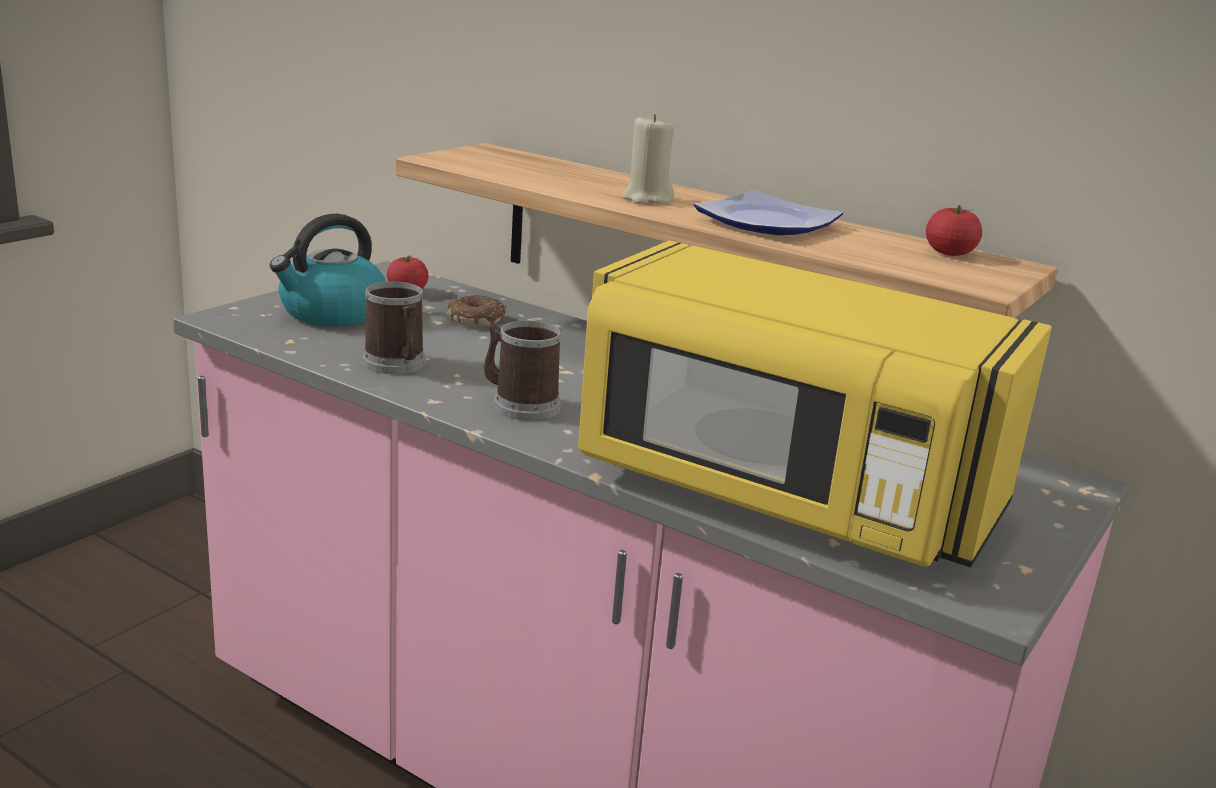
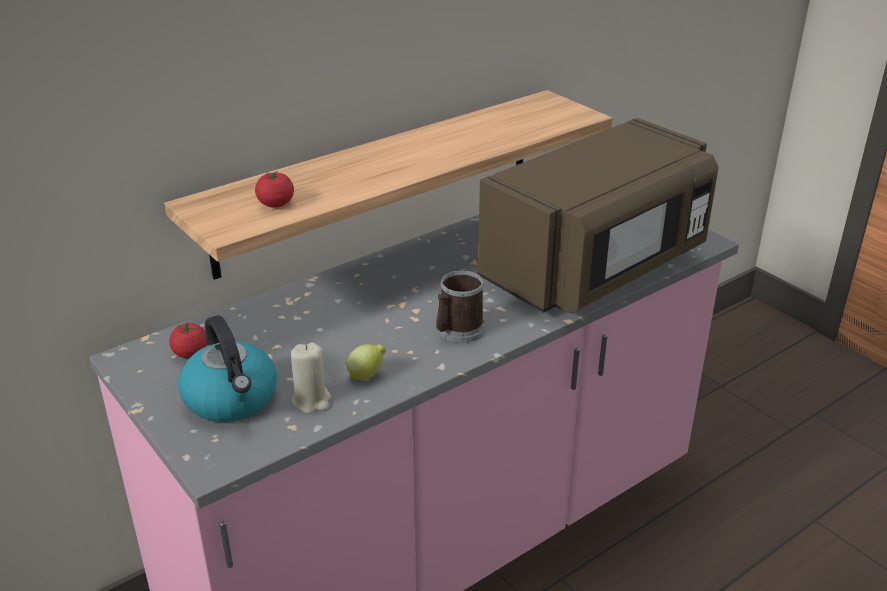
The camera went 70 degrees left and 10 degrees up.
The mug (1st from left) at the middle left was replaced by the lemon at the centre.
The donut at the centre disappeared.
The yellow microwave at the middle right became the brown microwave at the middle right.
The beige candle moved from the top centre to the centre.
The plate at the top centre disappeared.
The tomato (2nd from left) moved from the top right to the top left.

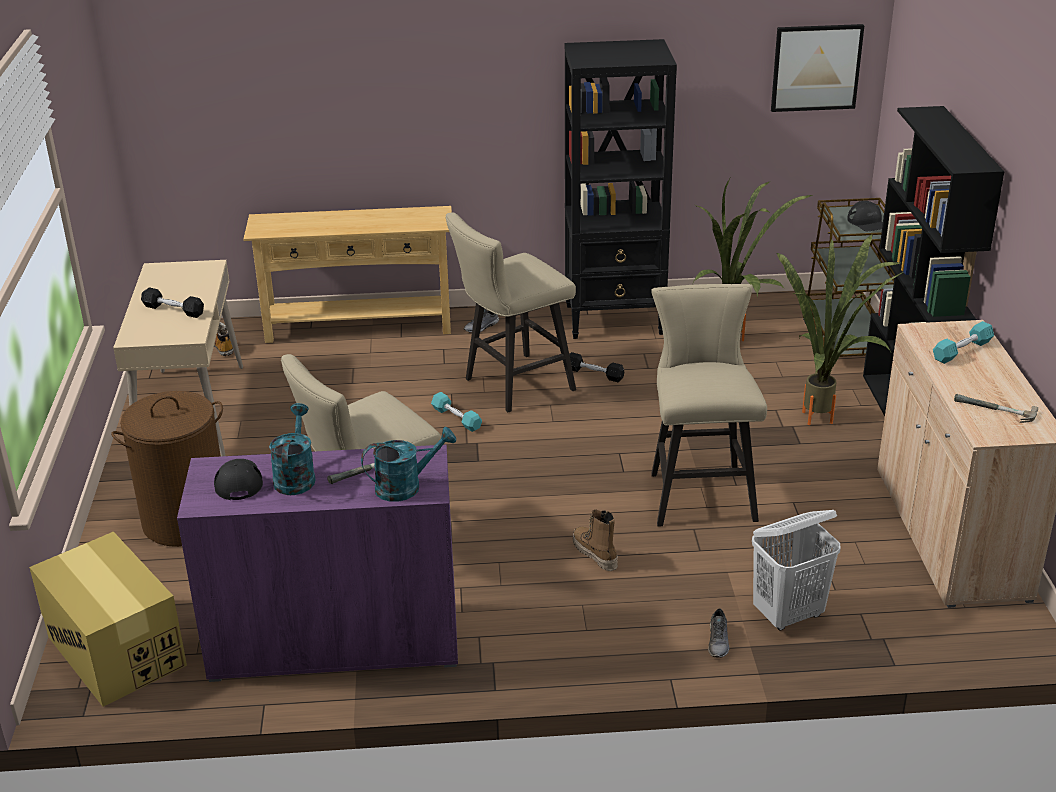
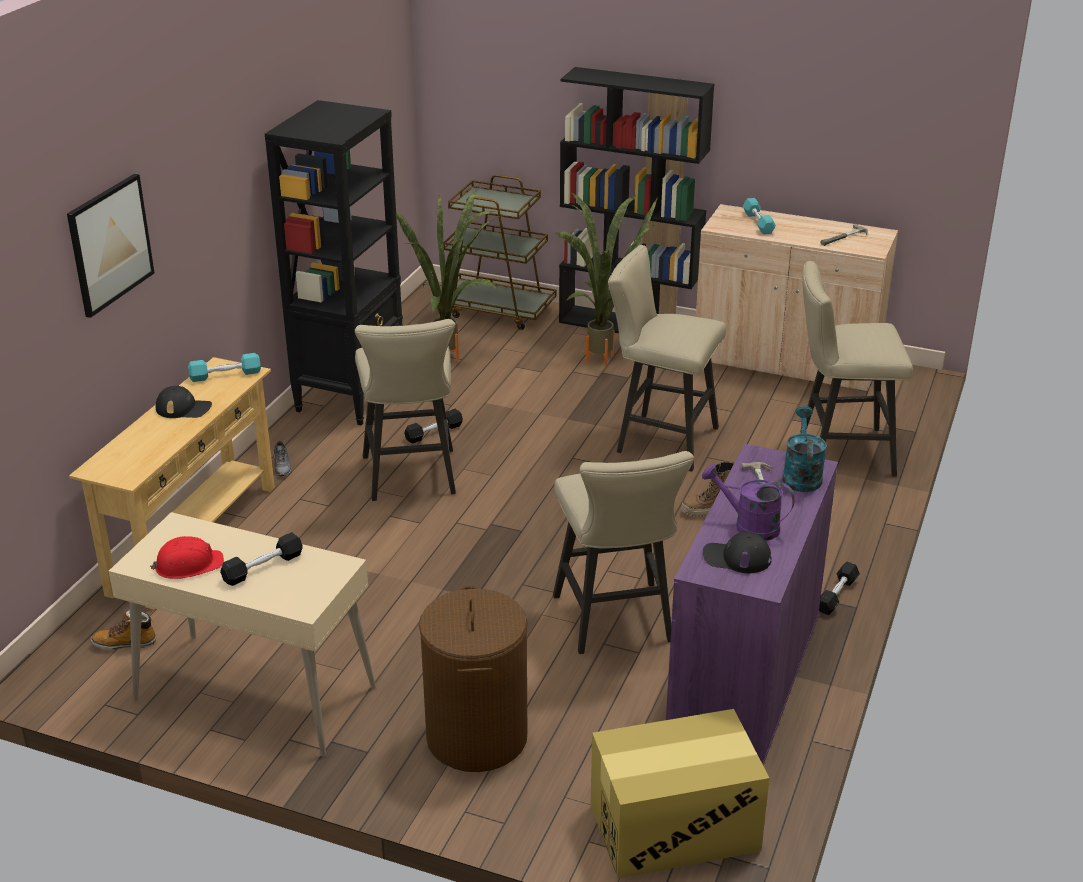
The camera went 65 degrees left and 0 degrees up.
The turquoise watering can (1st from left) at the middle left became the purple watering can at the middle right.
The turquoise dumbbell (1st from left) moved from the centre to the middle left.
The grey shoe (2nd from left) at the bottom right disappeared.
The white laundry basket at the bottom right was replaced by the beige stool (4th from left) at the middle right.
The picture moved from the top right to the top left.
The black cap (2nd from left in the first image) moved from the top right to the middle left.
The red hard hat at the middle left appeared.
The black dumbbell (3rd from left) at the bottom right appeared.

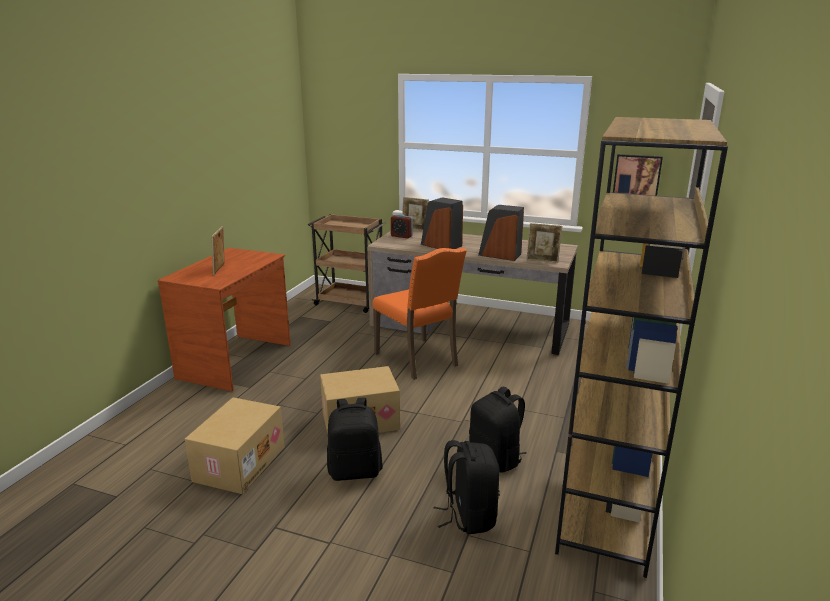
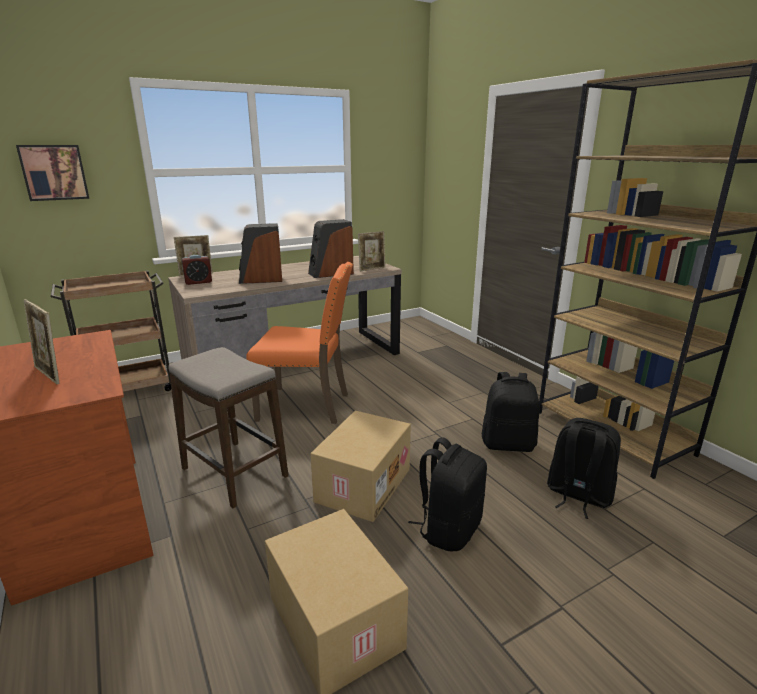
The camera went 50 degrees left and 0 degrees up.
The picture moved from the top right to the top left.
The stool at the middle left appeared.

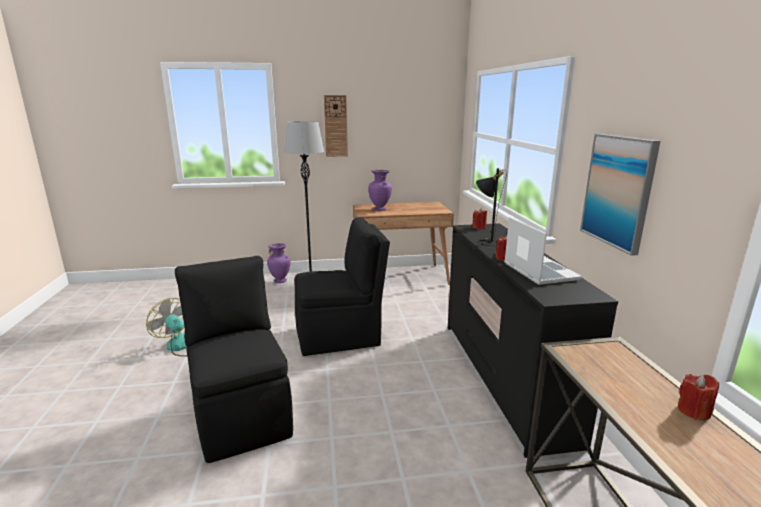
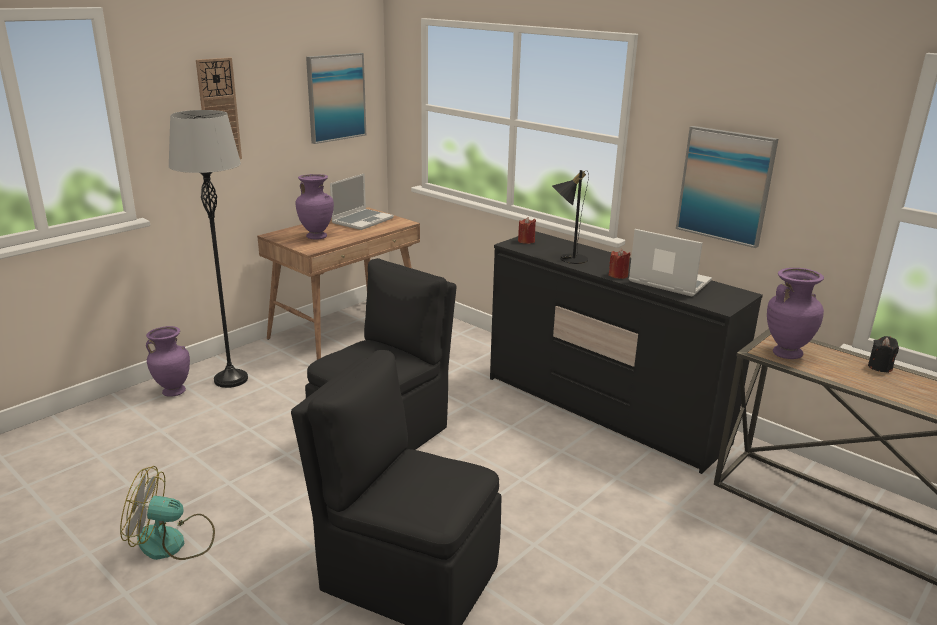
The camera went 40 degrees left and 5 degrees up.
The red candle (3rd from left) at the bottom right became the black candle at the middle right.
The picture (1st from left) at the top centre appeared.
The laptop (1st from left) at the top centre appeared.
The purple vase (3rd from left) at the middle right appeared.

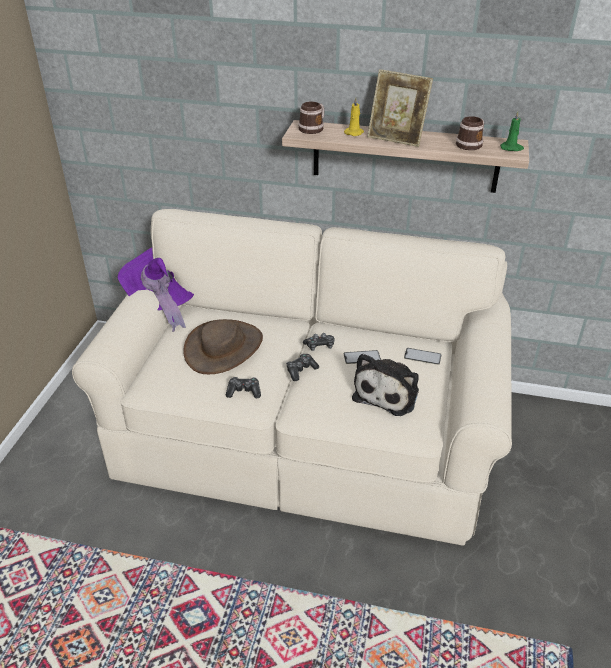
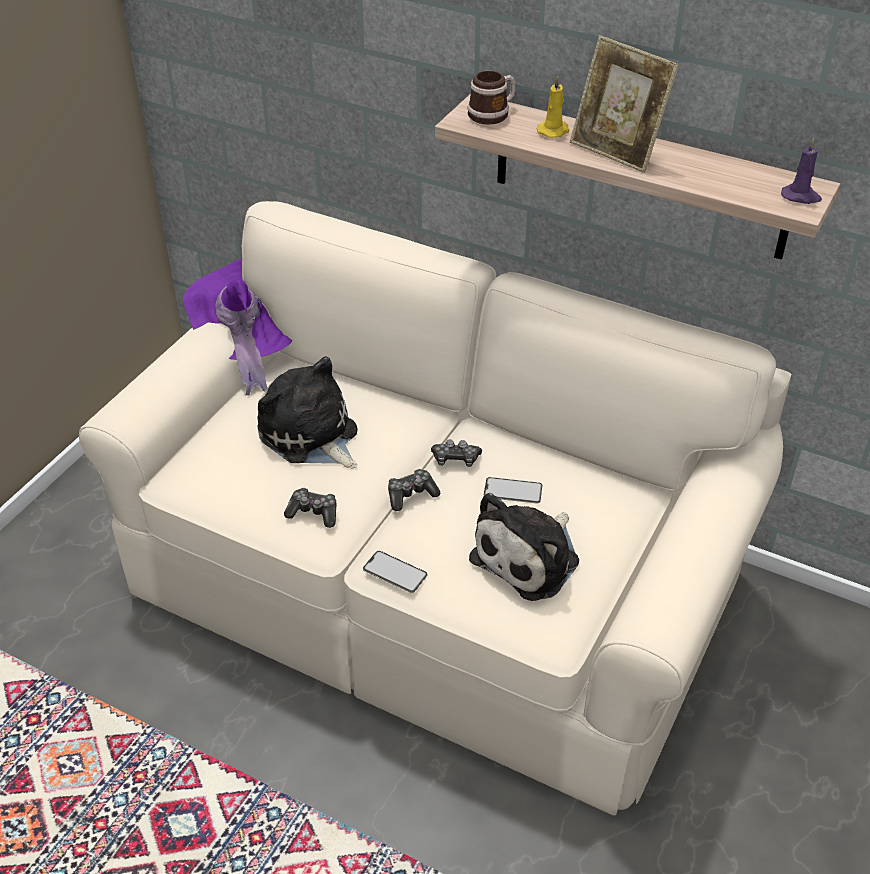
The camera went 15 degrees right and 5 degrees up.
The brown hat at the centre was replaced by the plush toy (1st from left) at the centre.
The phone (2nd from left in the first image) moved from the middle right to the centre.
The mug (2nd from left) at the top right disappeared.
The green candle at the top right became the purple candle at the top right.

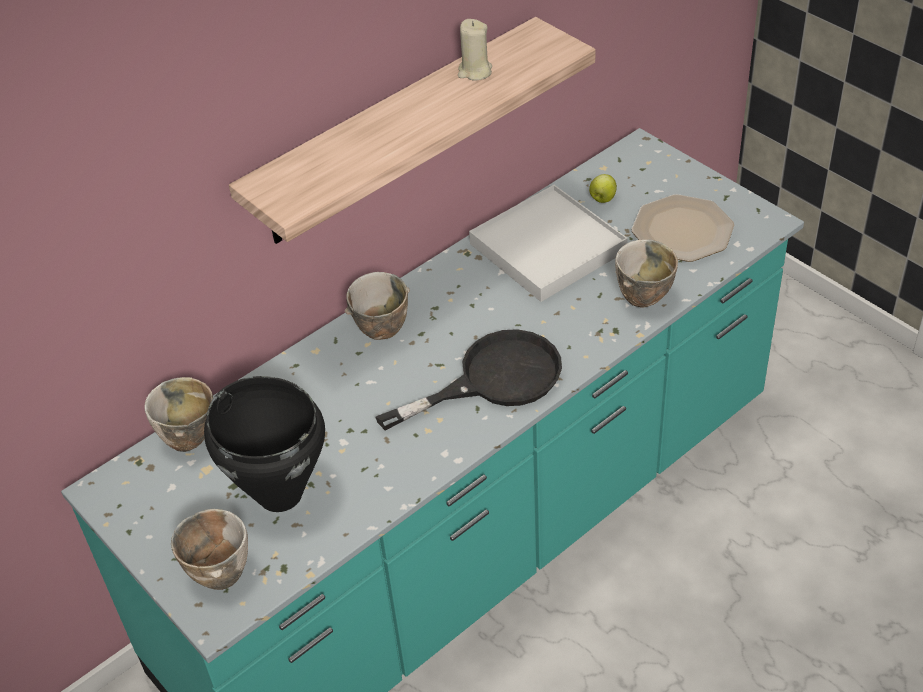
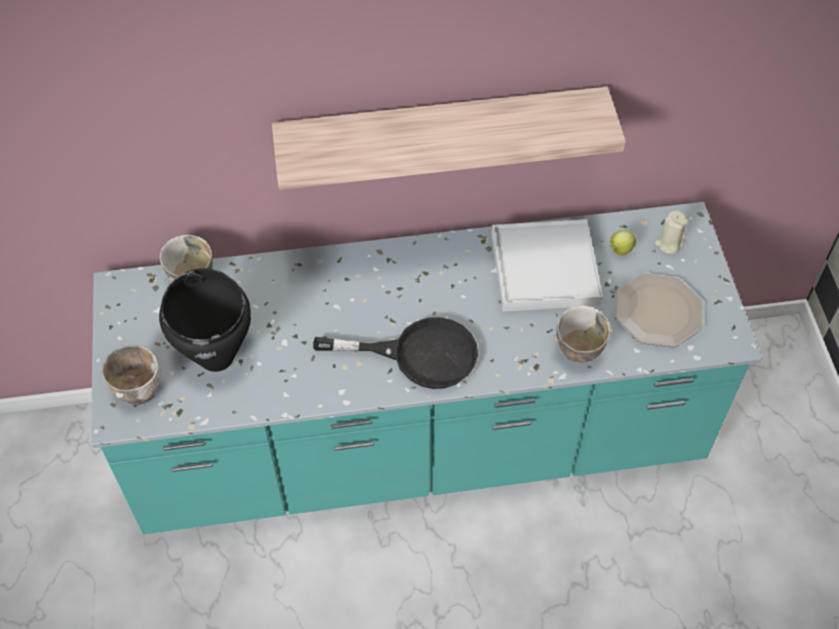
The camera went 30 degrees right and 10 degrees up.
The bowl (3rd from left) at the centre disappeared.
The beige candle moved from the top centre to the middle right.

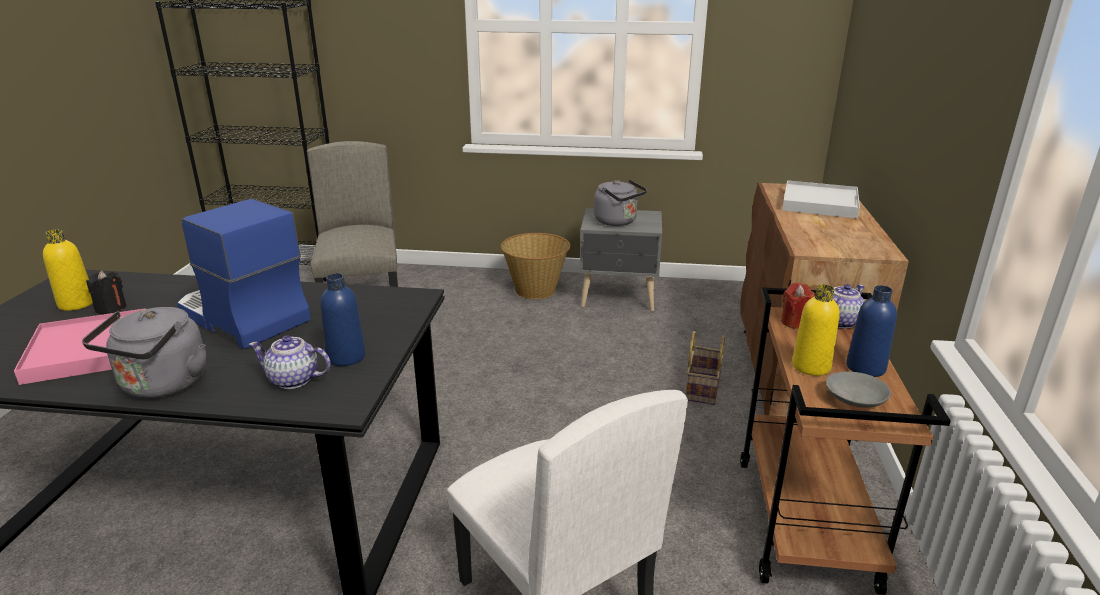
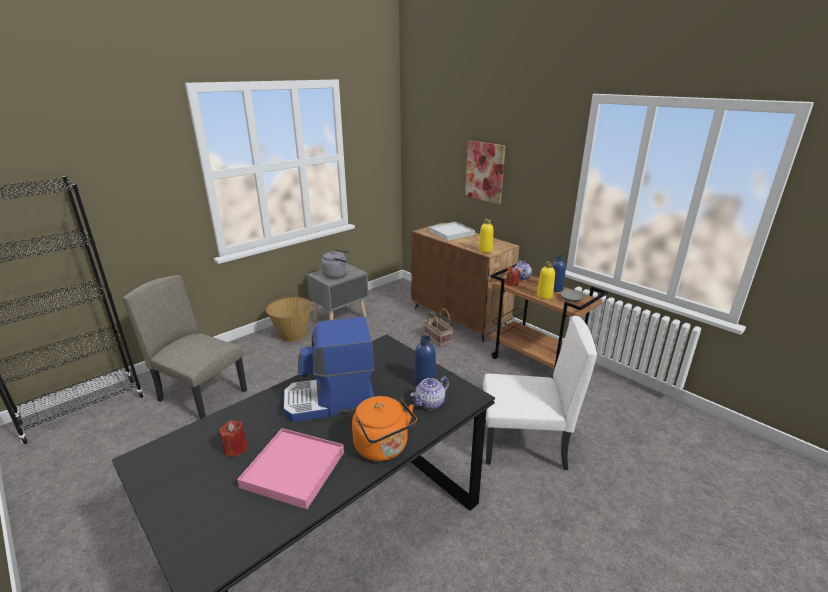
The camera went 50 degrees left and 0 degrees up.
The yellow bottle (1st from left) moved from the middle left to the centre.
The grey kettle (1st from left) at the middle left became the orange kettle at the bottom centre.
The black candle at the middle left became the red candle (1st from left) at the bottom left.
The picture at the top centre appeared.

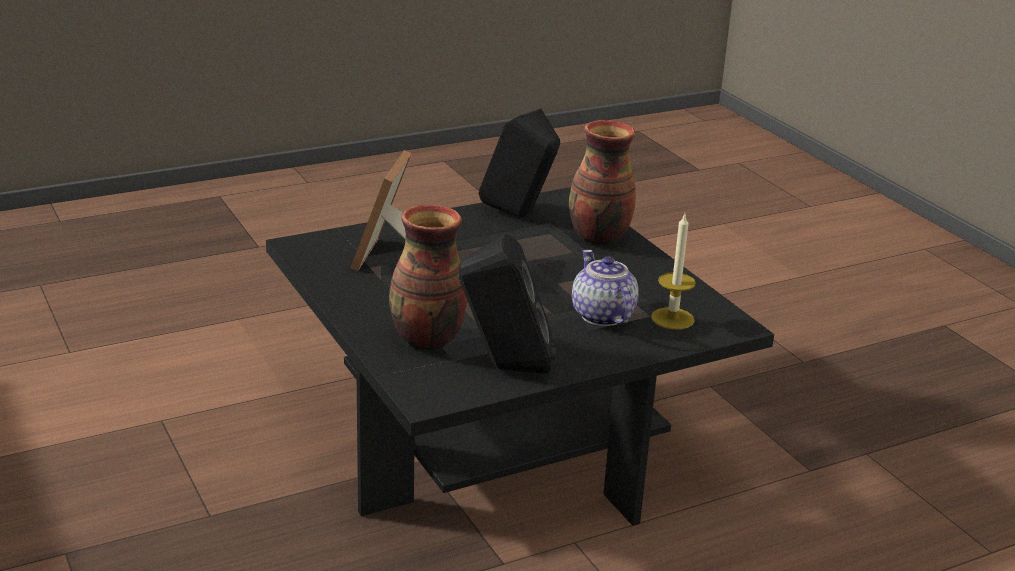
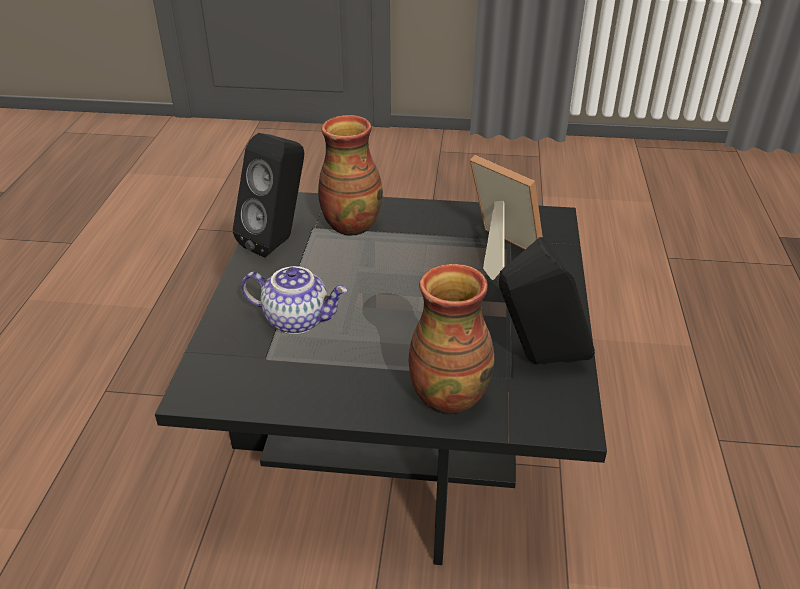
The camera went 125 degrees right and 10 degrees up.
The candle at the centre disappeared.

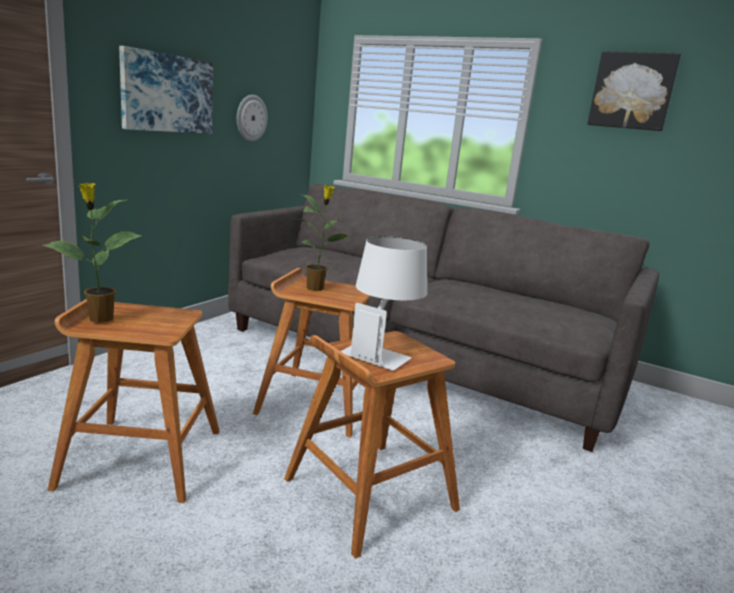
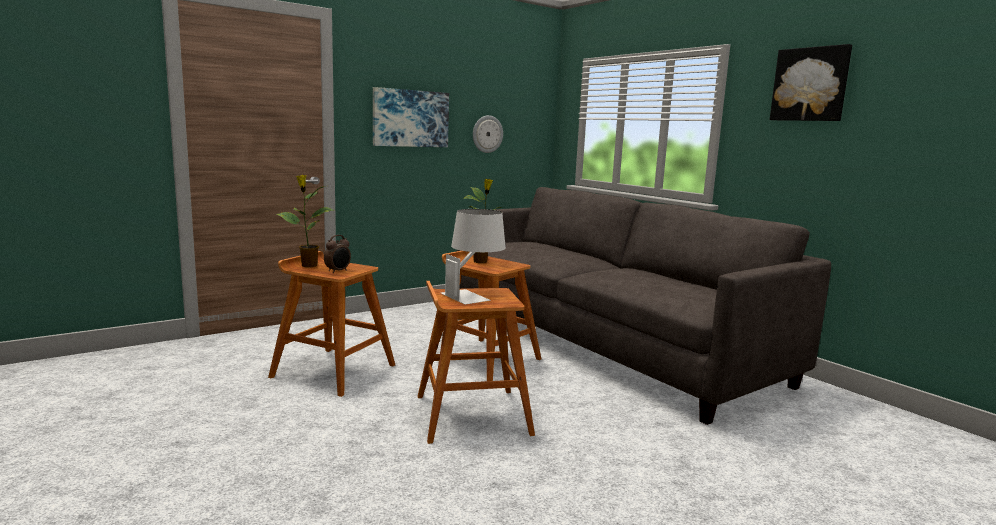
The camera went 25 degrees right and 5 degrees down.
The alarm clock at the centre appeared.

